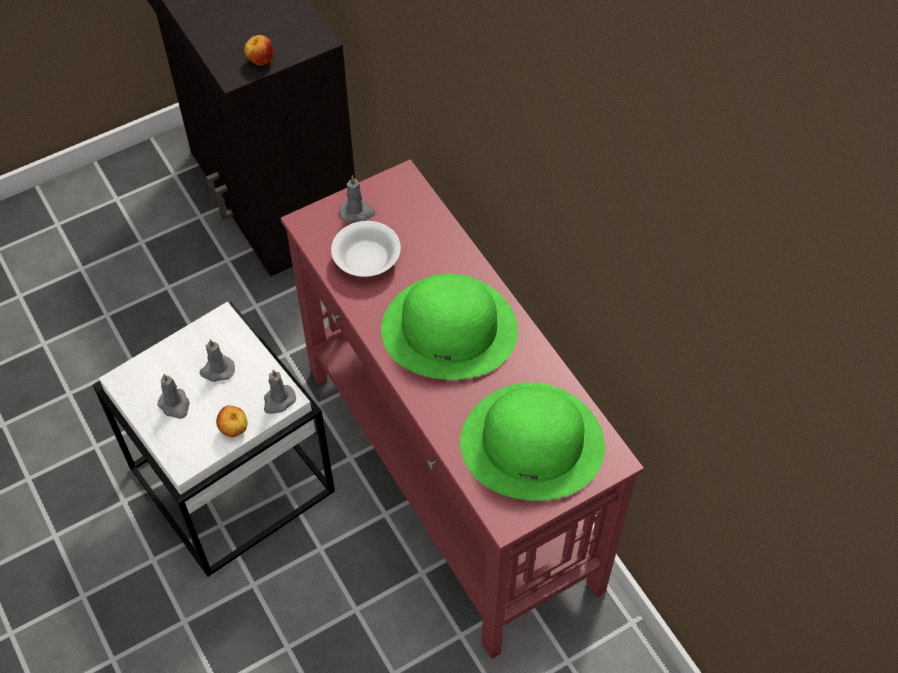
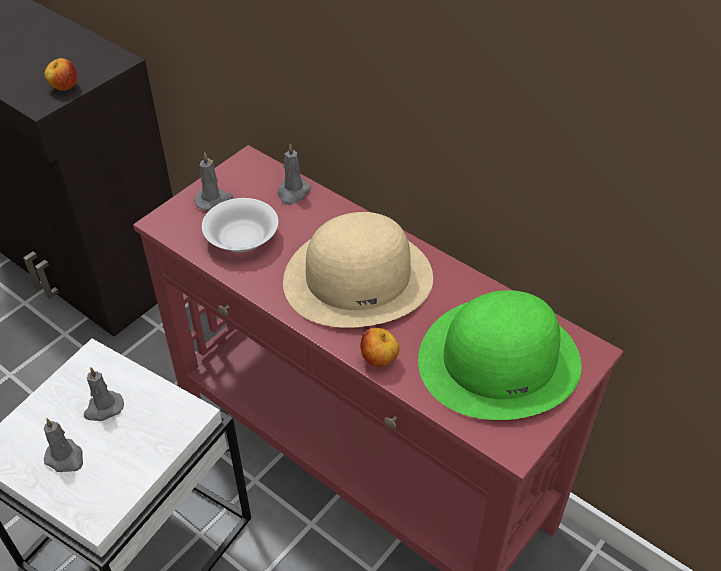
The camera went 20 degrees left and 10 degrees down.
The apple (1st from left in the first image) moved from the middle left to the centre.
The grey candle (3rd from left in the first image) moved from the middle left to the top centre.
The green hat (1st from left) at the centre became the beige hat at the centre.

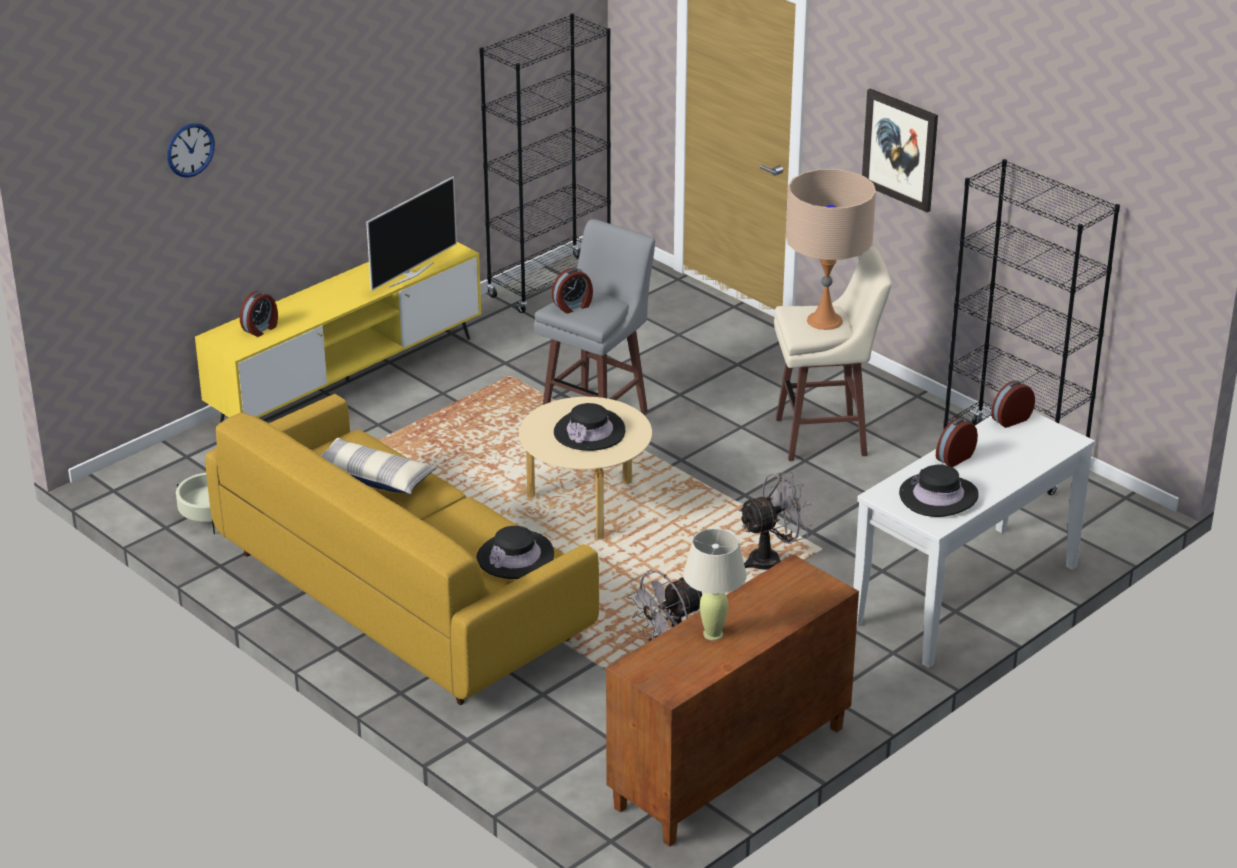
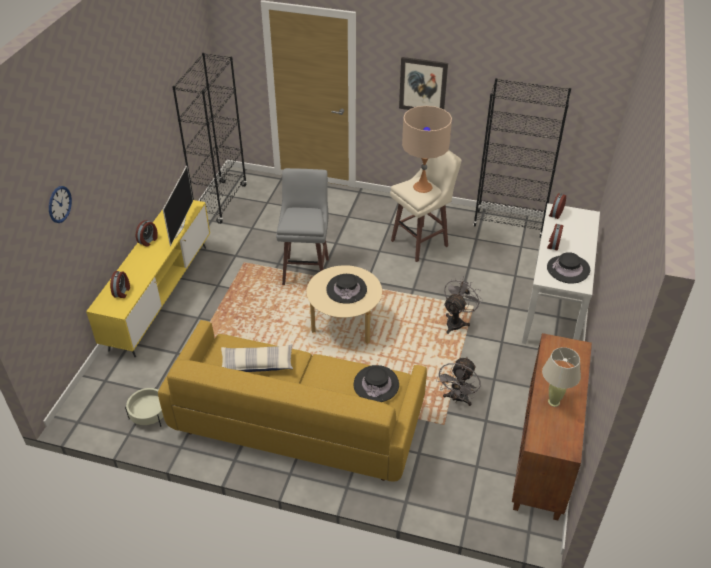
The camera went 30 degrees left and 10 degrees up.
The alarm clock (2nd from left) moved from the centre to the middle left.

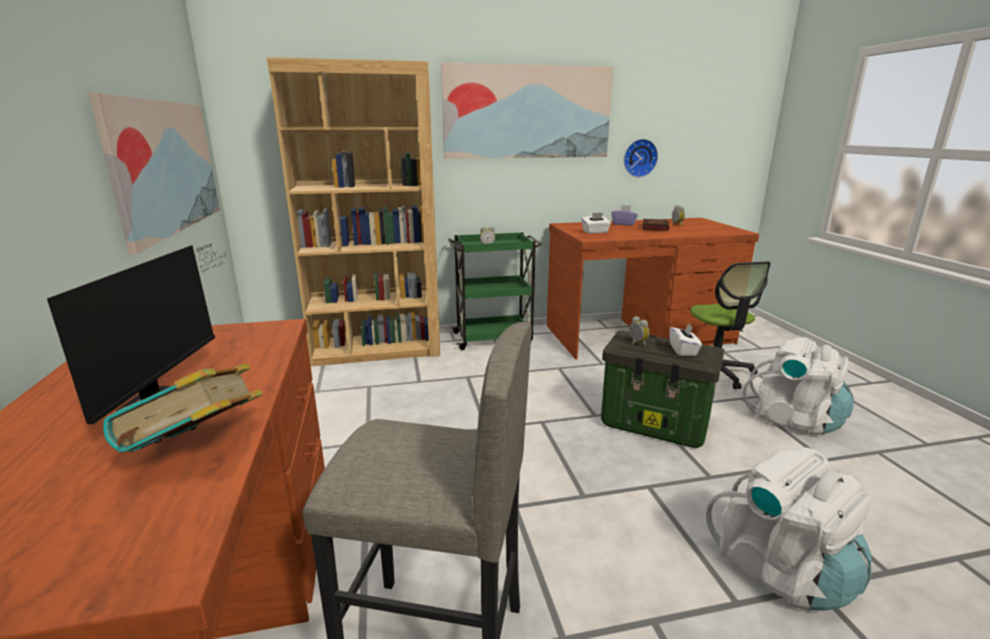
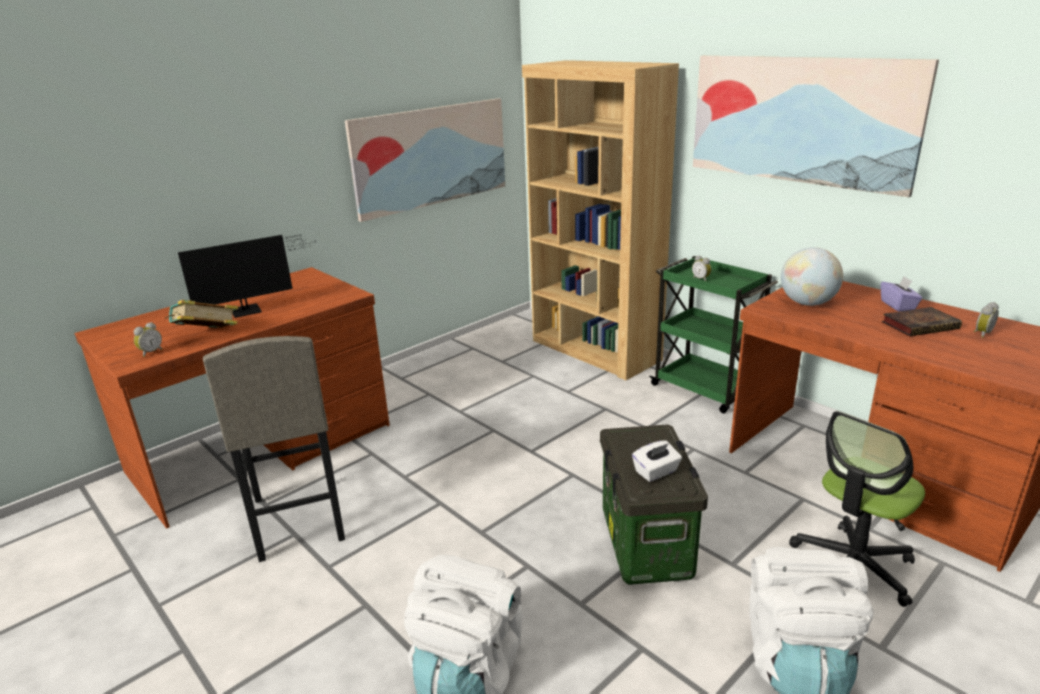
The camera went 60 degrees right and 5 degrees up.
The white tissue box (1st from left) at the centre was replaced by the globe at the middle right.
The wall clock at the top centre disappeared.
The alarm clock (2nd from left in the first image) moved from the centre to the middle left.

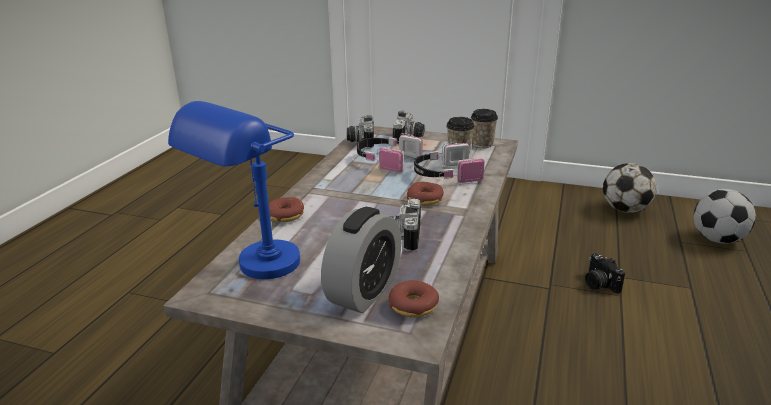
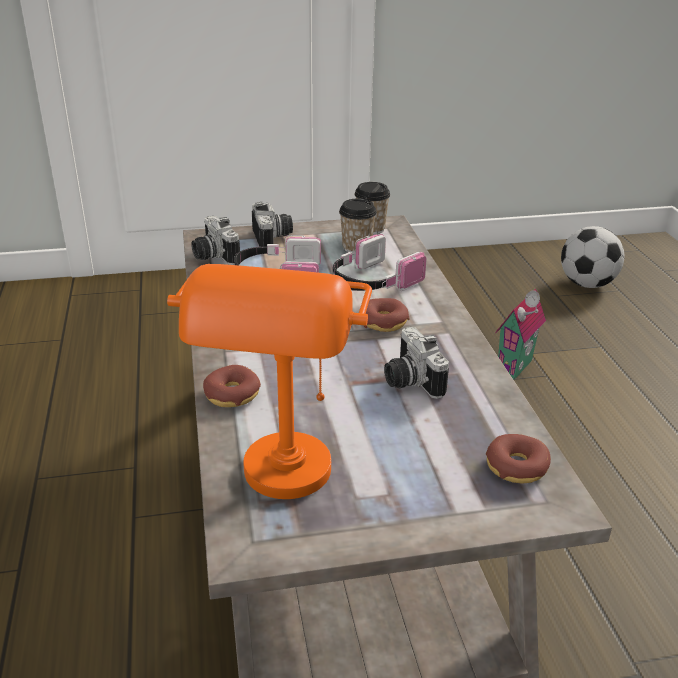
The camera went 30 degrees left and 5 degrees up.
The blue table lamp at the middle left became the orange table lamp at the centre.
The alarm clock at the centre disappeared.
The photo camera (4th from left) at the bottom right was replaced by the toy house at the middle right.
The football (1st from left) at the middle right disappeared.

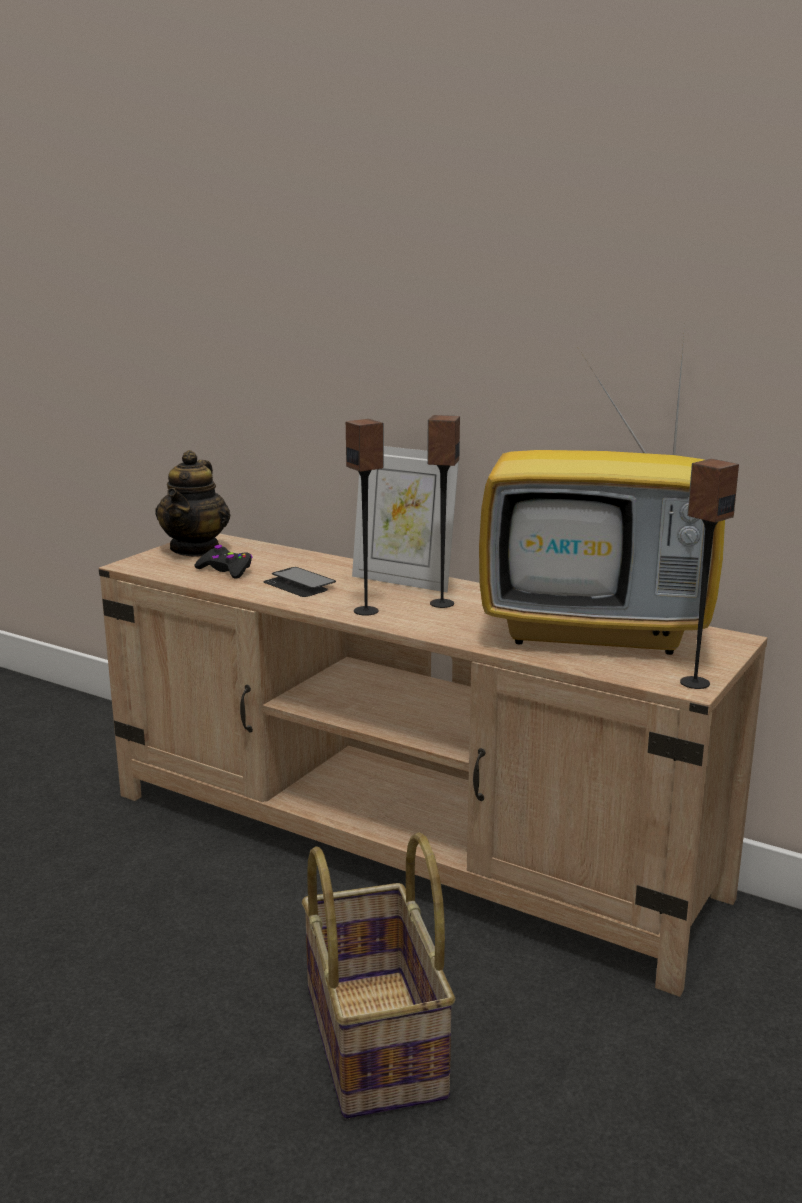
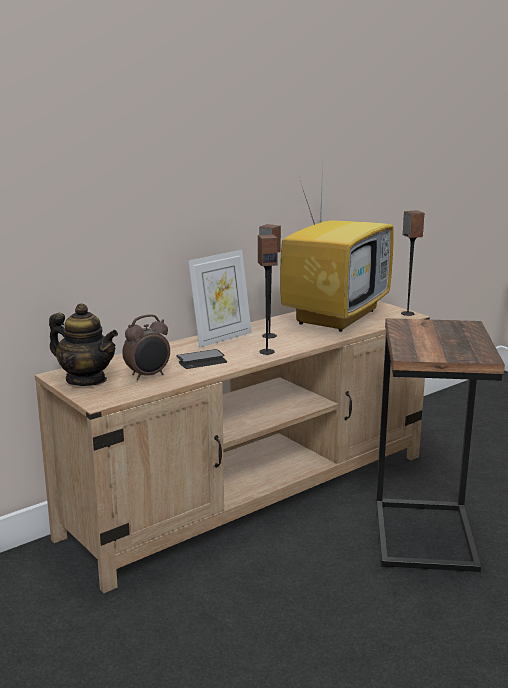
The camera went 70 degrees left and 0 degrees up.
The black game controller at the middle left was replaced by the alarm clock at the middle left.
The basket at the bottom centre was replaced by the side table at the middle right.

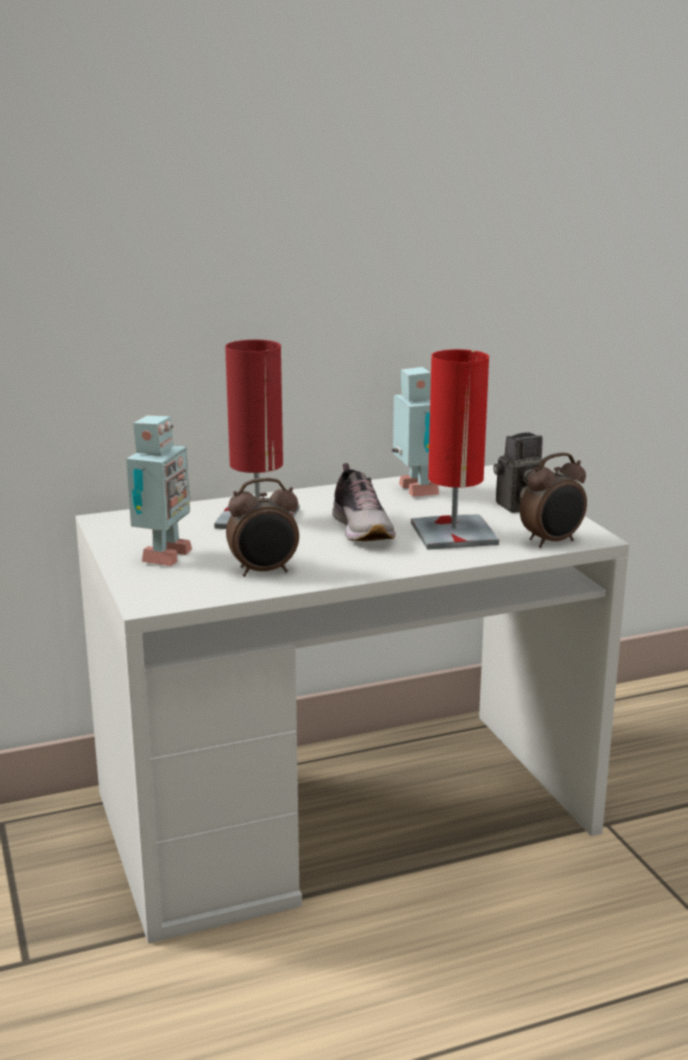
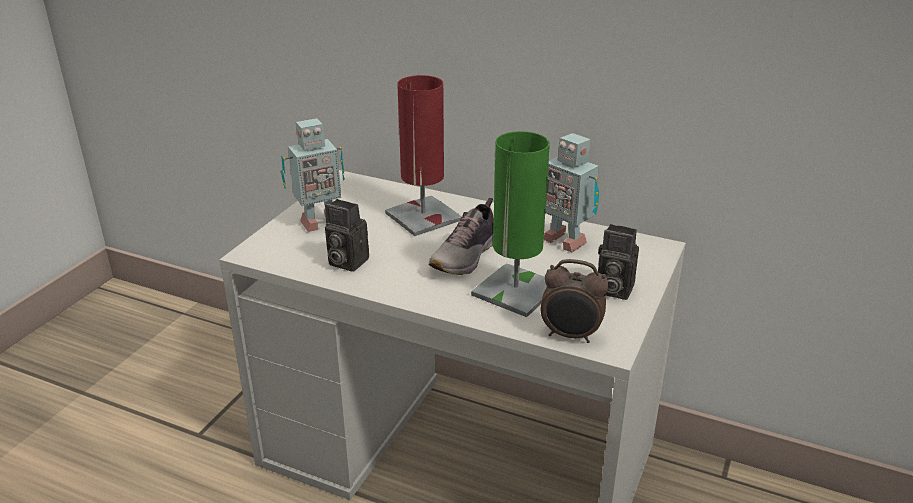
The camera went 45 degrees right and 10 degrees up.
The alarm clock (1st from left) at the centre was replaced by the photo camera (1st from left) at the centre.
The toy robot (2nd from left) at the centre turned 105 degrees clockwise.
The red table lamp (2nd from left) at the centre became the green table lamp at the centre.

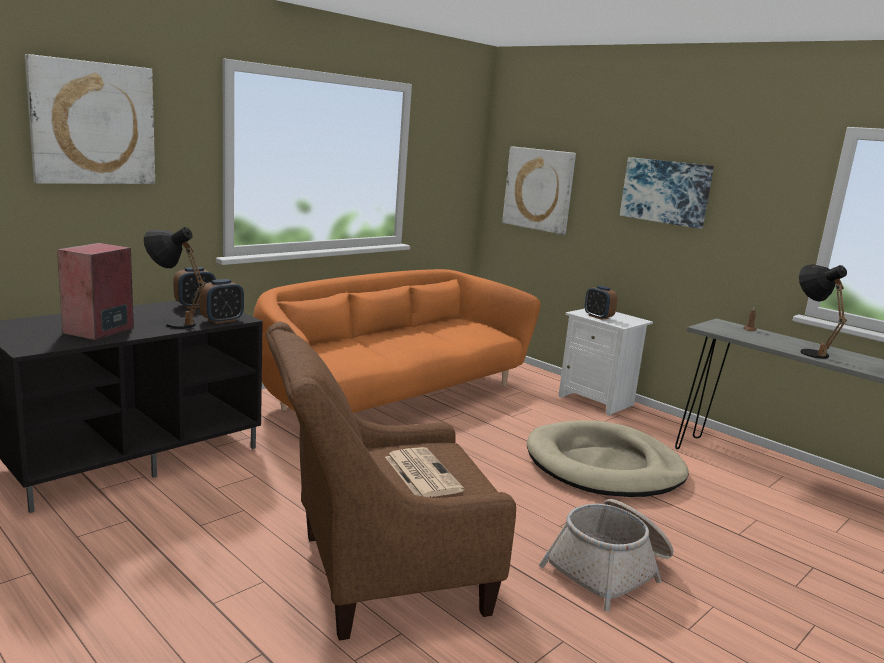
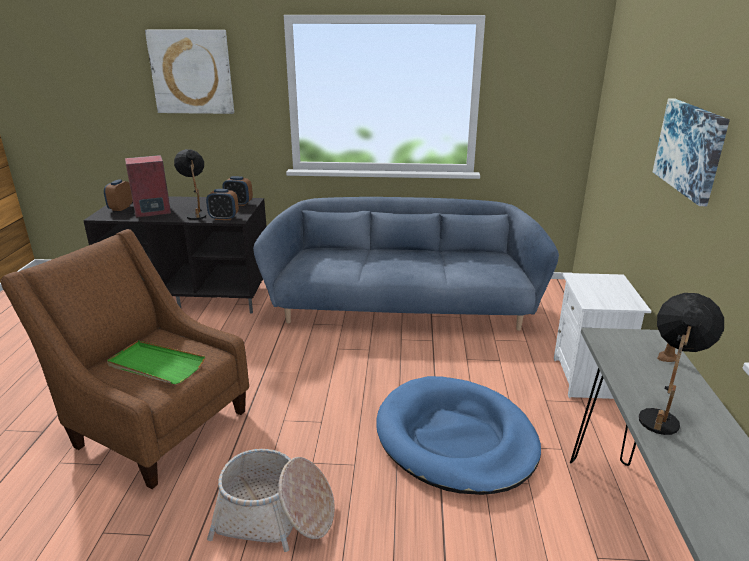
The camera went 50 degrees right and 10 degrees up.
The orange sofa at the centre became the blue sofa at the centre.
The newspaper at the bottom centre was replaced by the green tray at the middle left.
The picture (2nd from left) at the top centre disappeared.
The beige dog bed at the bottom right became the blue dog bed at the bottom centre.
The alarm clock (3rd from left in the first image) moved from the middle right to the middle left.

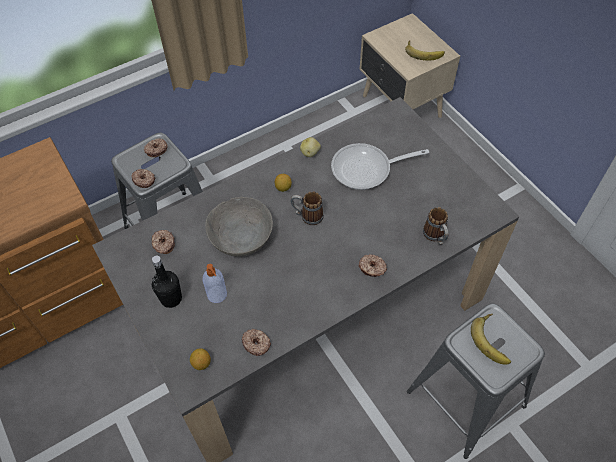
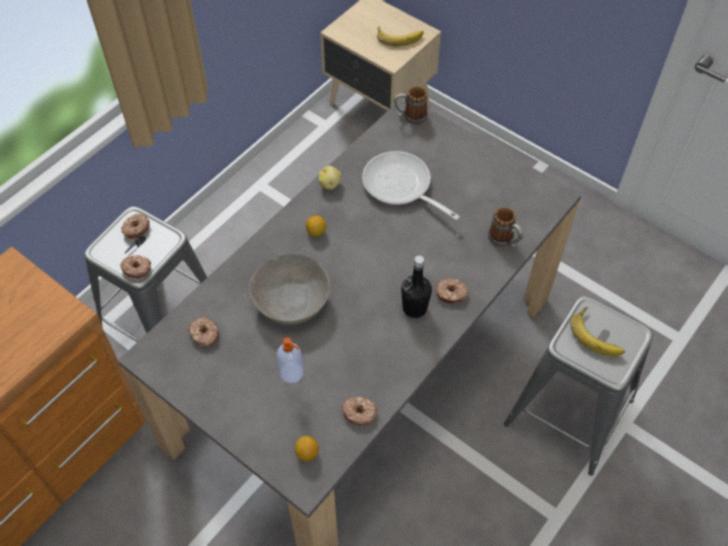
The camera went 20 degrees left and 0 degrees up.
The black bottle moved from the middle left to the centre.
The mug (1st from left) moved from the centre to the top centre.
The frying pan at the centre turned 75 degrees clockwise.

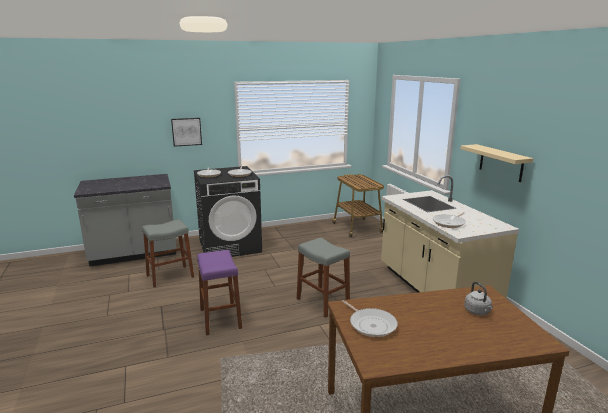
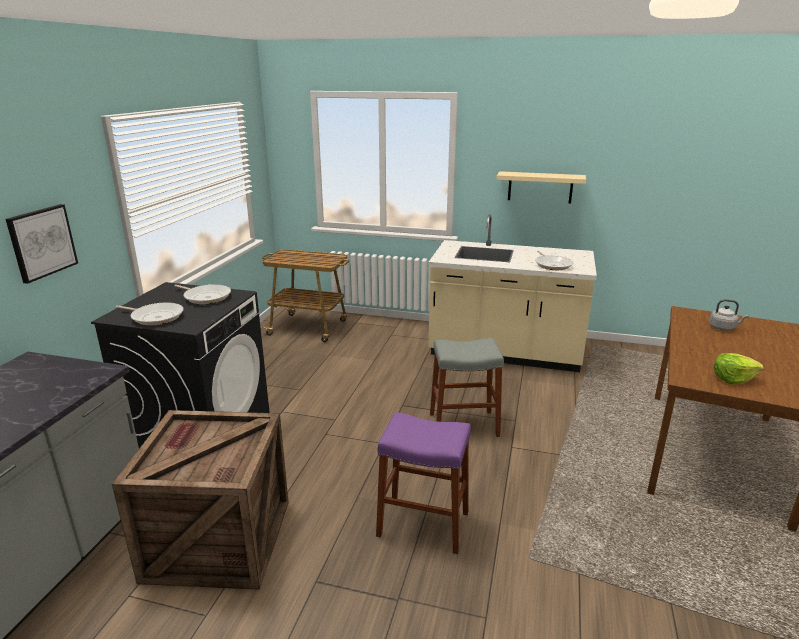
The camera went 55 degrees left and 5 degrees up.
The grey stool (1st from left) at the middle left was replaced by the crate at the bottom left.
The frying pan (3rd from left) at the bottom centre was replaced by the lettuce at the middle right.

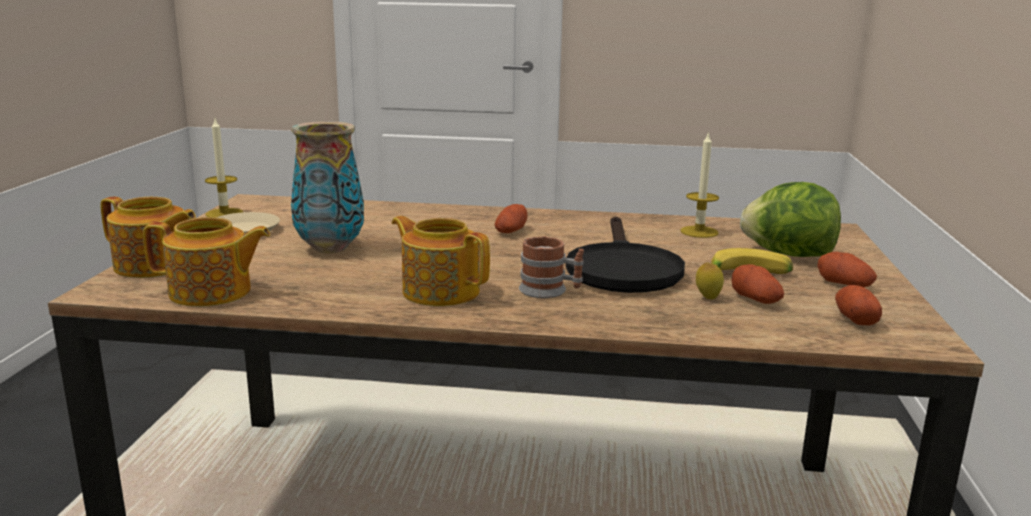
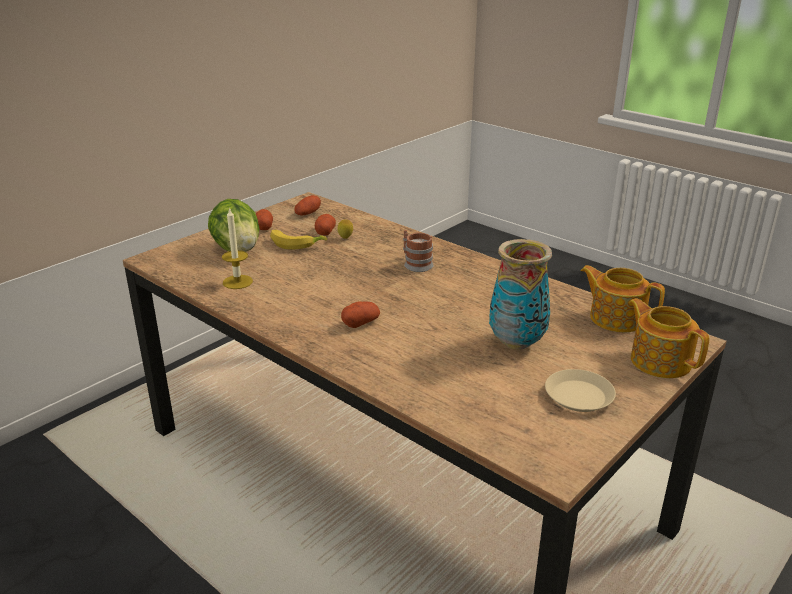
The camera went 145 degrees left and 10 degrees up.
The candle (1st from left) at the top left disappeared.
The teapot (3rd from left) at the centre disappeared.
The black frying pan at the centre disappeared.

